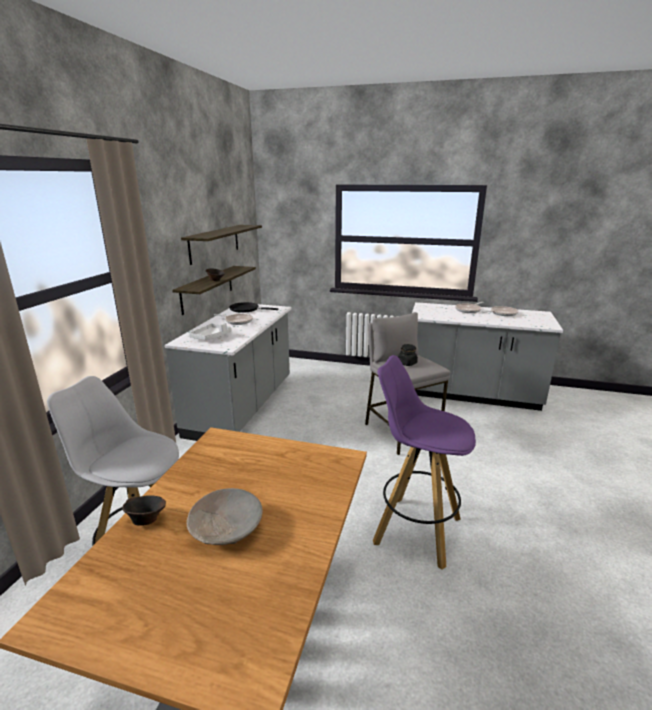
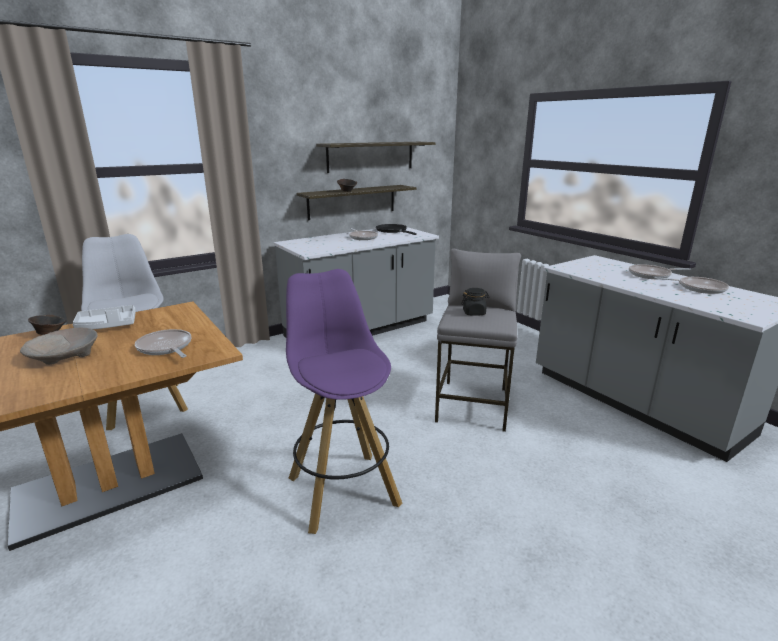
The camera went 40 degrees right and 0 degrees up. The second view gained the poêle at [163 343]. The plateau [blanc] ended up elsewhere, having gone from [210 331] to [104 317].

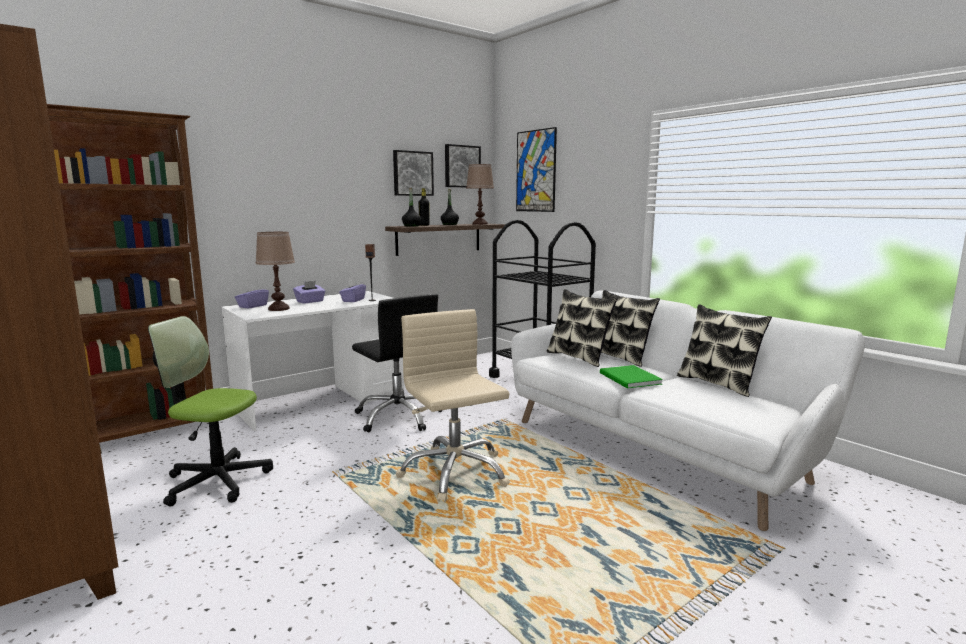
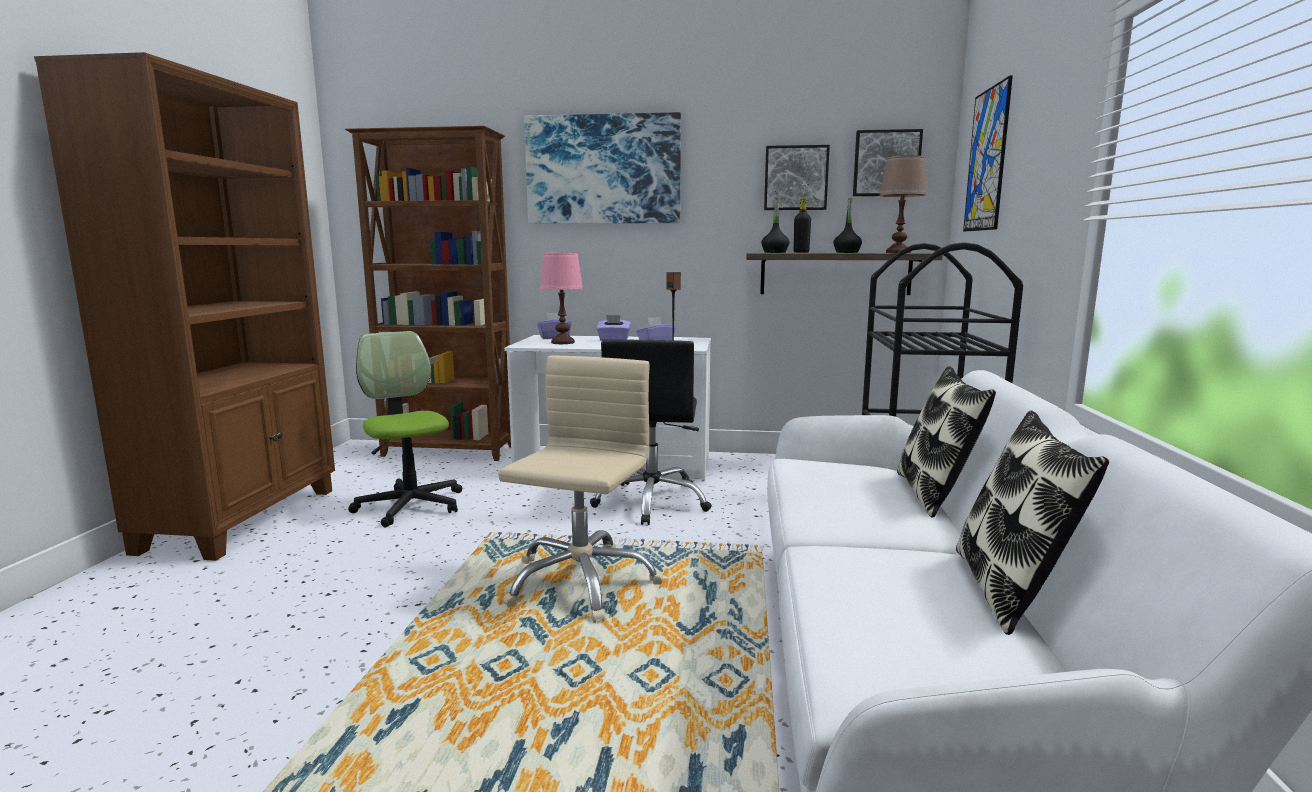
The camera went 45 degrees right and 0 degrees up. The second view lost the coussin at [582 328]. The second view lost the livre [vert] at [631 377]. The second view gained the tableau at [602 168]. What was the lampe de table [marron] at [275 271] turned into the lampe de table [rose] at [561 298].

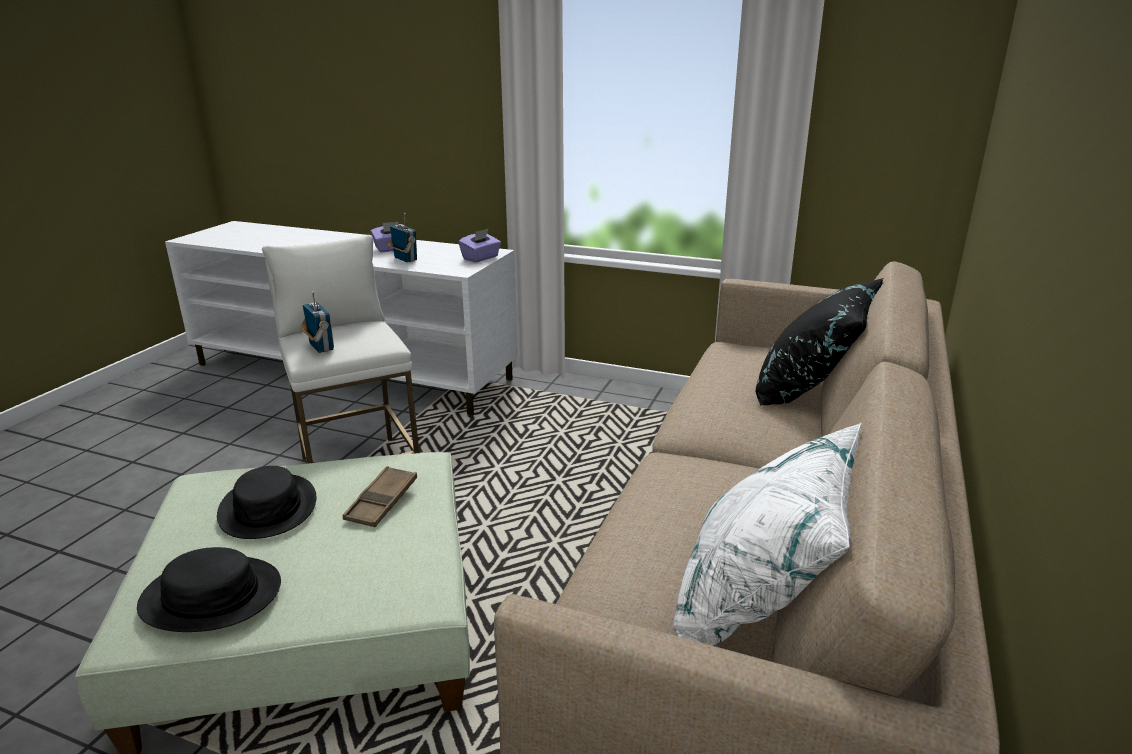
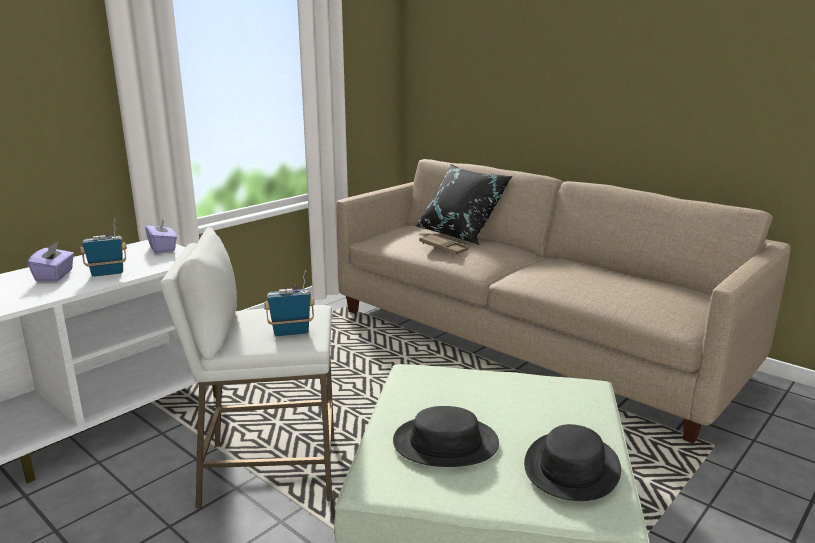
The camera went 70 degrees left and 5 degrees down. The second view lost the coussin [blanc] at [767 534]. The plateau [marron] ended up elsewhere, having gone from [380 496] to [444 244].

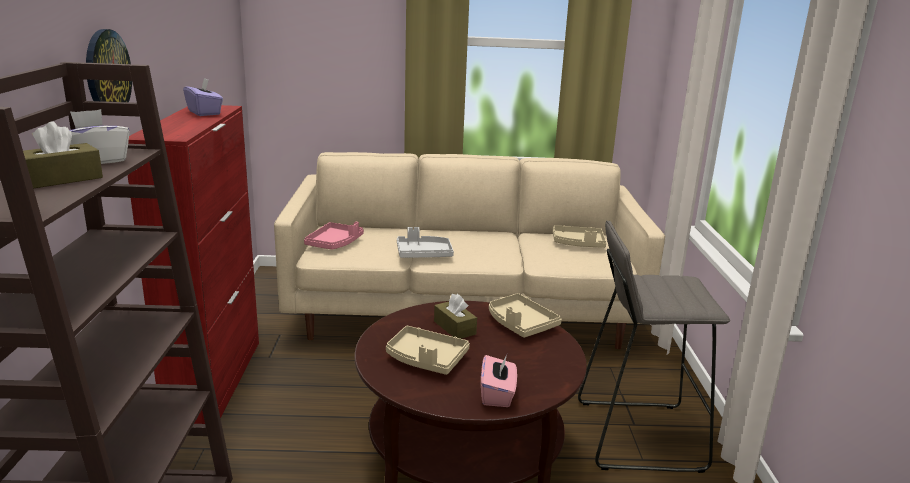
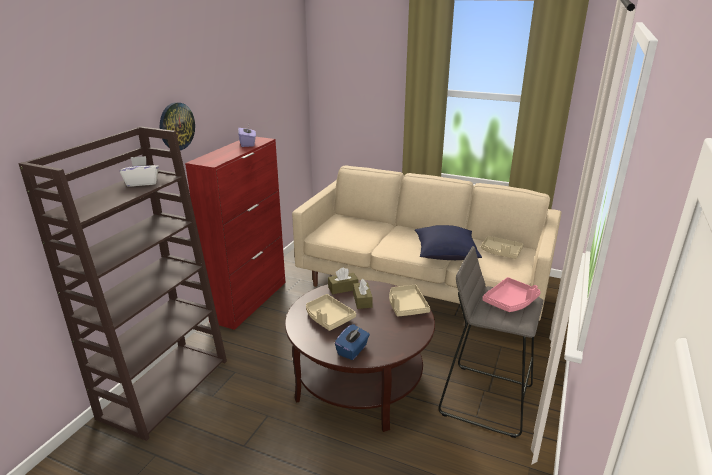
The camera went 25 degrees right and 5 degrees up. The second view lost the plateau [gris] at [425 242]. The second view gained the coussin [bleu] at [448 242]. The boîte à mouchoirs [marron] ended up elsewhere, having gone from [63 155] to [343 280]. The plateau [rose] ended up elsewhere, having gone from [334 235] to [511 294]. What was the boîte à mouchoirs [rose] at [499 380] turned into the boîte à mouchoirs [bleu] at [352 342].

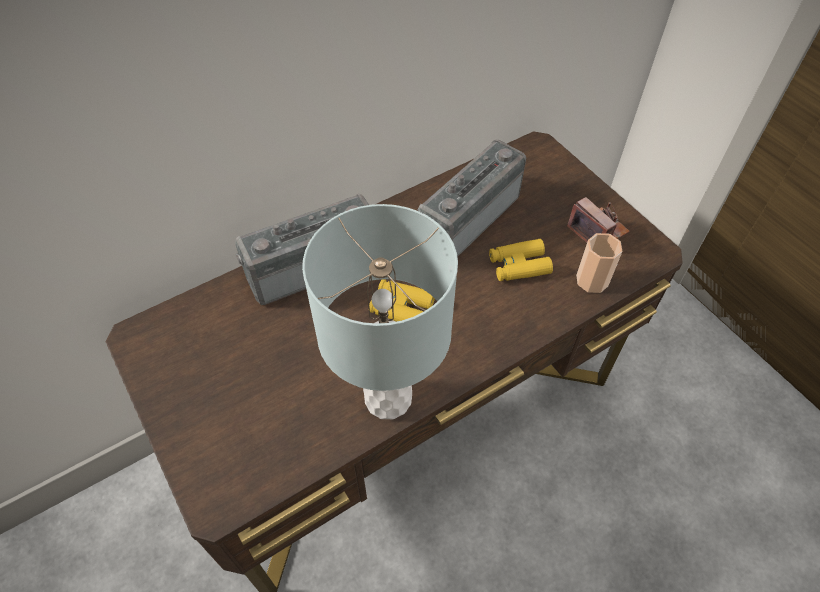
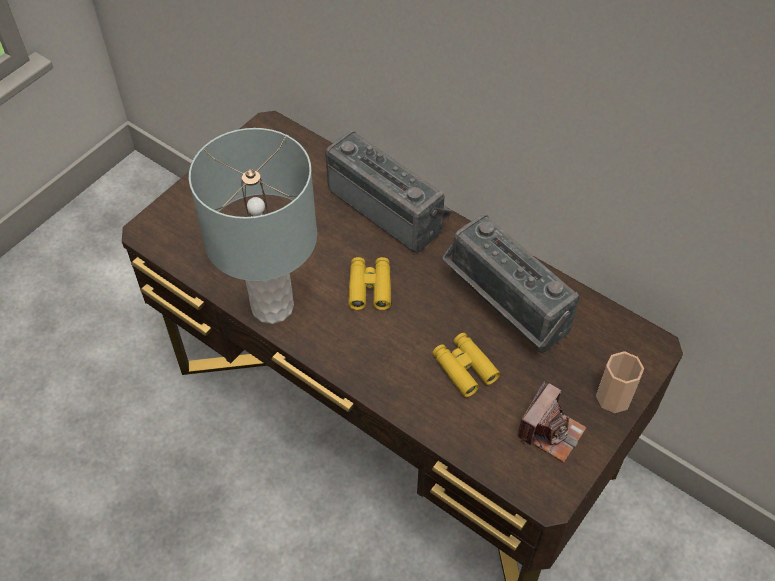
The camera went 70 degrees right and 0 degrees up. The tasse ended up elsewhere, having gone from [599 263] to [620 382]. The radio at [472 198] ended up facing another way, 150 degrees counterclockwise from before.

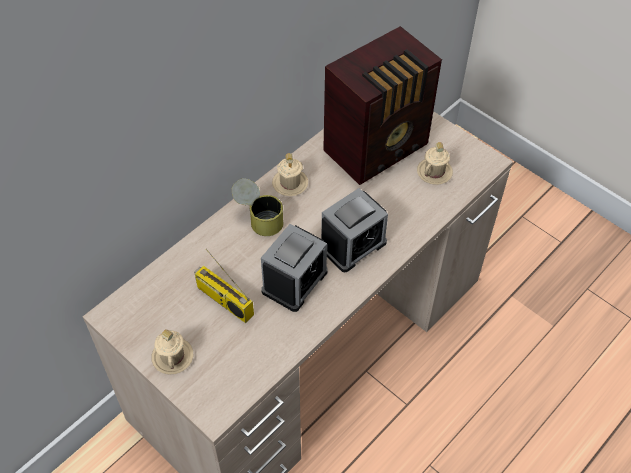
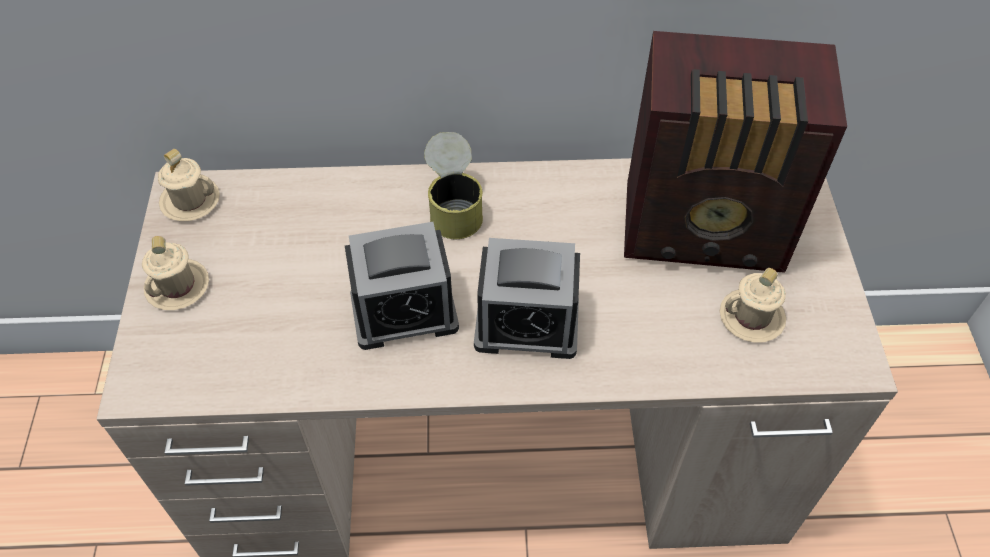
The camera went 45 degrees right and 0 degrees up. The second view lost the radio at [224 286]. The mug [beige] ended up elsewhere, having gone from [290 174] to [189 185].

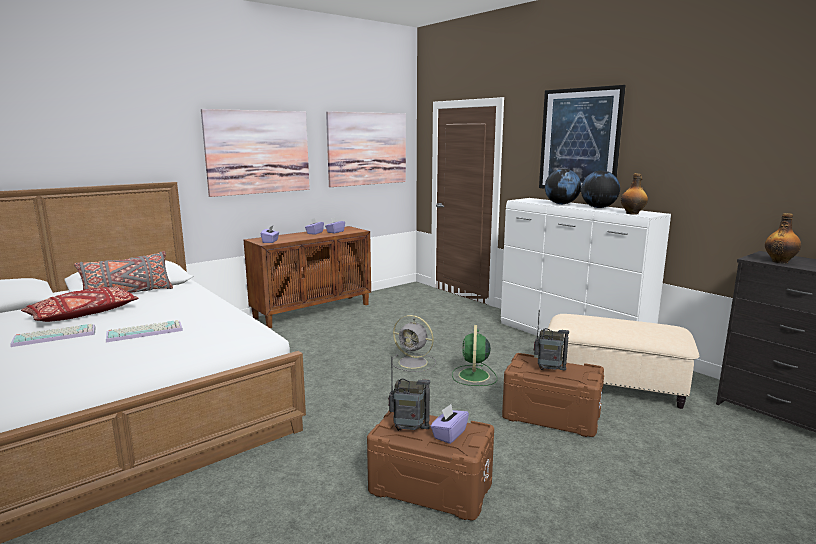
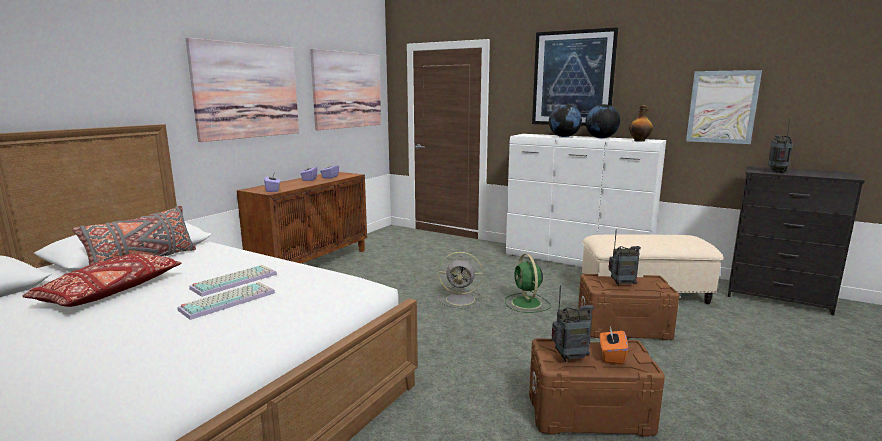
The camera went 20 degrees left and 0 degrees up. The second view gained the tableau at [724 107]. The clavier ended up elsewhere, having gone from [53 335] to [233 281]. Where the bouteille stood at [783 238], the radio came to stand at [780 146]. What was the boîte à mouchoirs [violet] at [449 424] turned into the boîte à mouchoirs [orange] at [614 345].

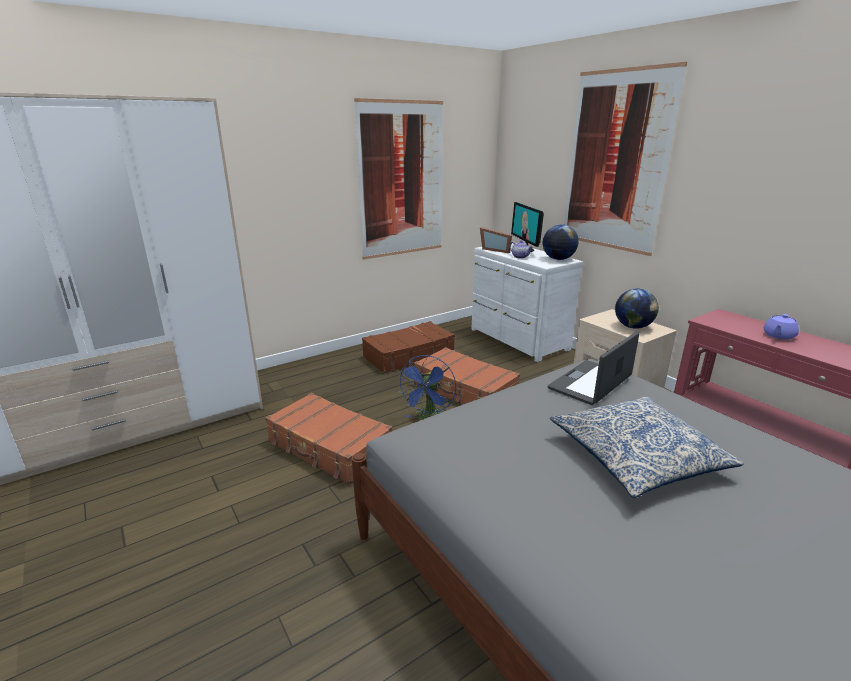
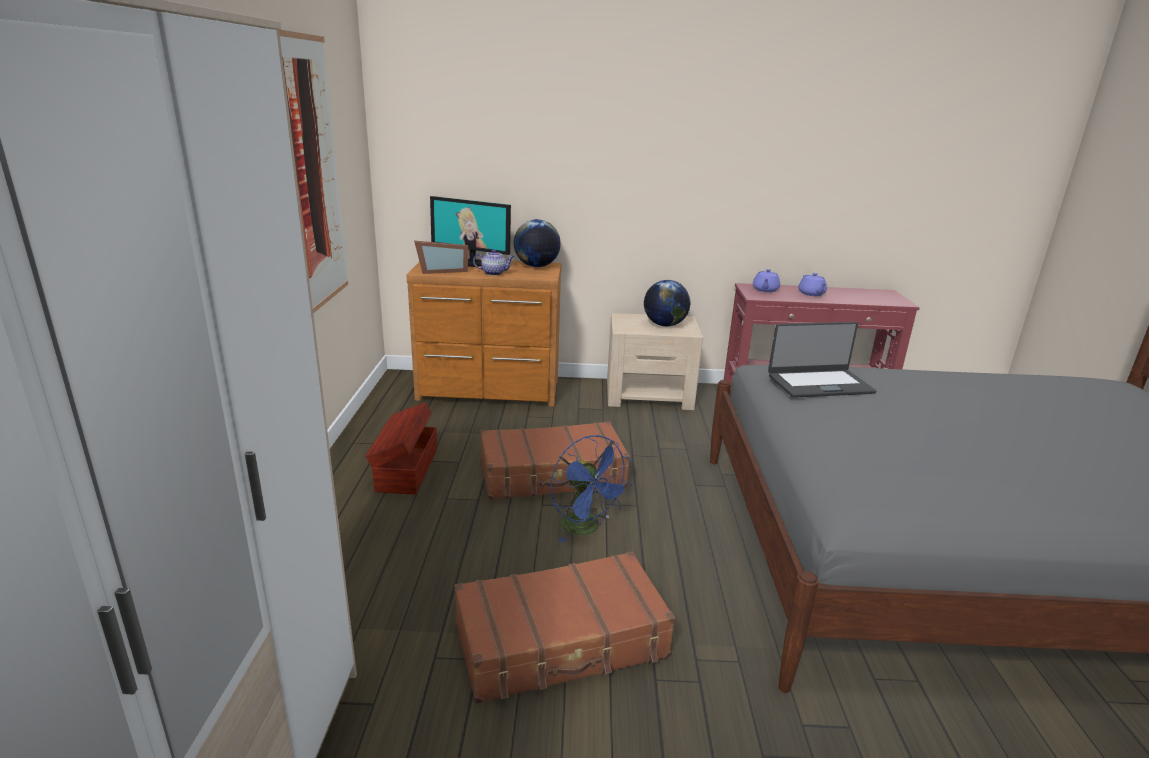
The camera went 55 degrees left and 0 degrees up. The second view lost the coussin at [647 447]. The second view lost the tableau at [625 159]. The second view gained the théière [violet] at [766 280]. Where the valise [marron] stood at [408 347], the boîte de rangement [marron] came to stand at [401 448]. What was the commode [blanc] at [527 302] turned into the commode [marron] at [484 332]. The ordinateur portable at [594 368] ended up facing another way, 90 degrees counterclockwise from before.

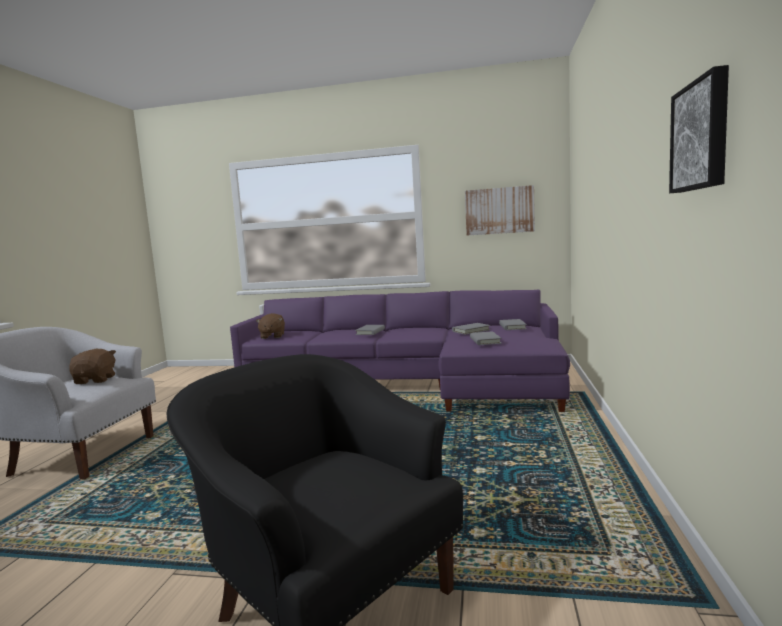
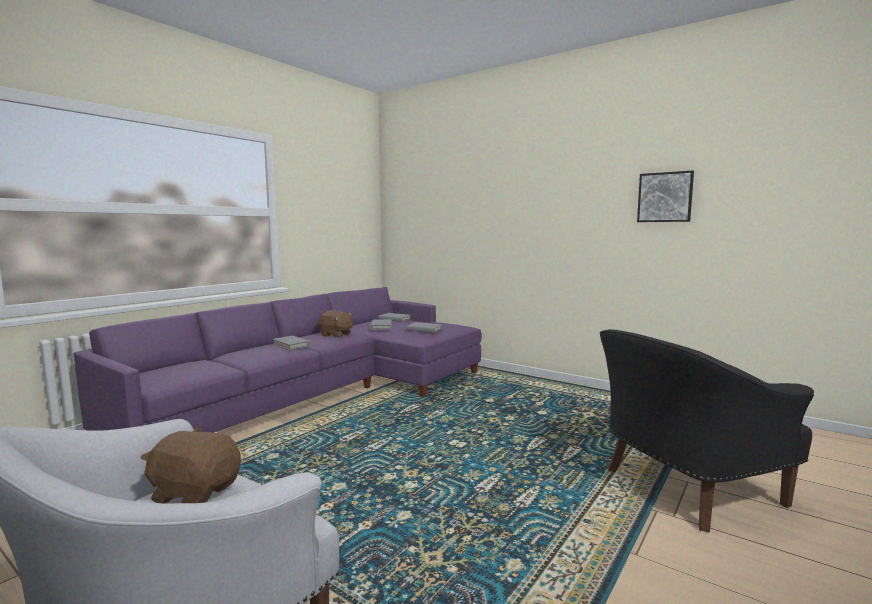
The camera went 65 degrees left and 0 degrees up. The second view lost the tableau at [500 210]. The peluche [marron] ended up elsewhere, having gone from [270 326] to [335 324].

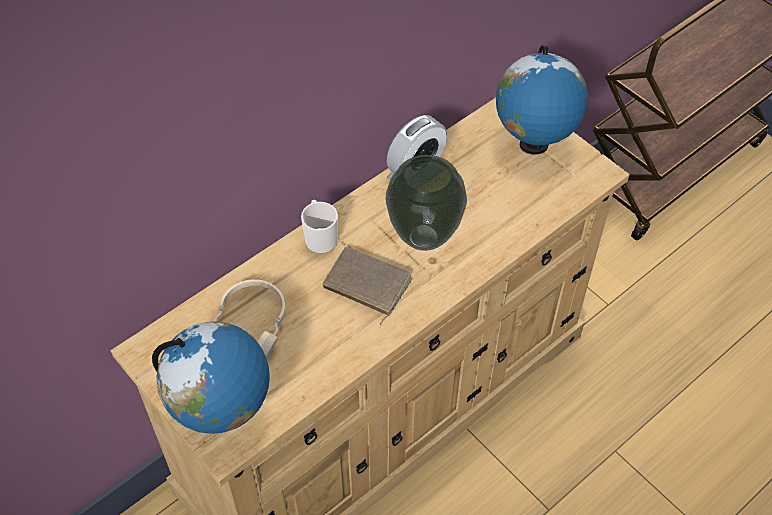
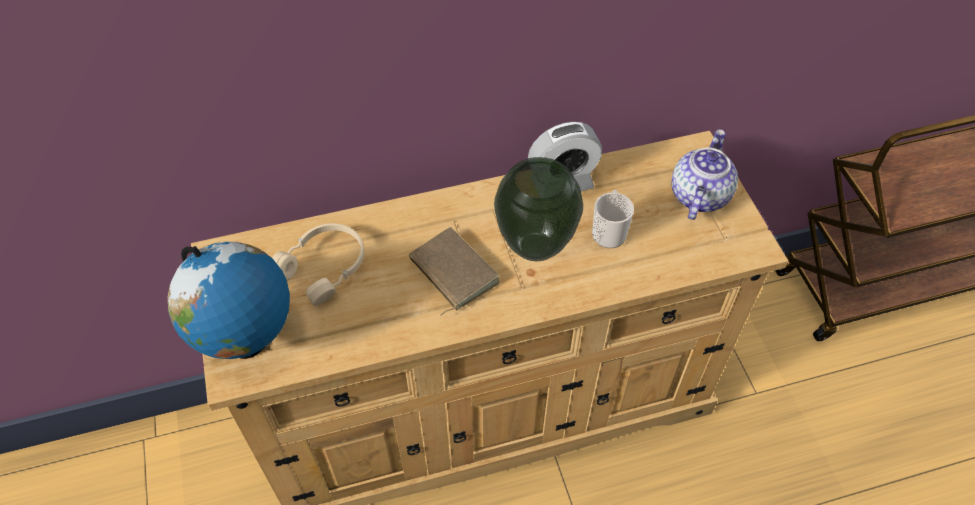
The camera went 25 degrees right and 0 degrees up. The mug ended up elsewhere, having gone from [319 227] to [613 219]. Where the globe stood at [542 99], the théière came to stand at [704 174].

